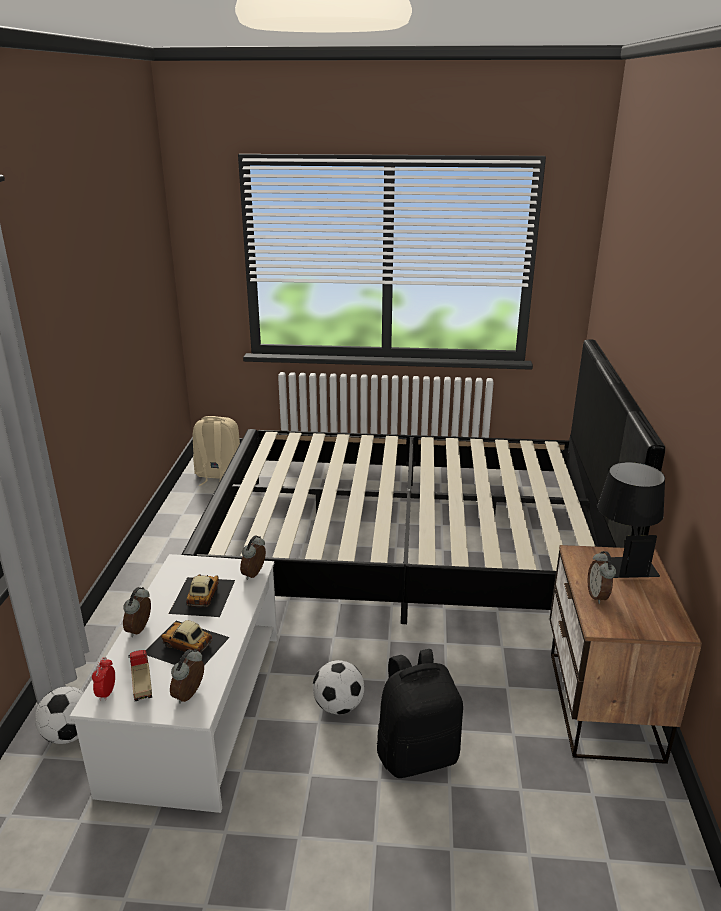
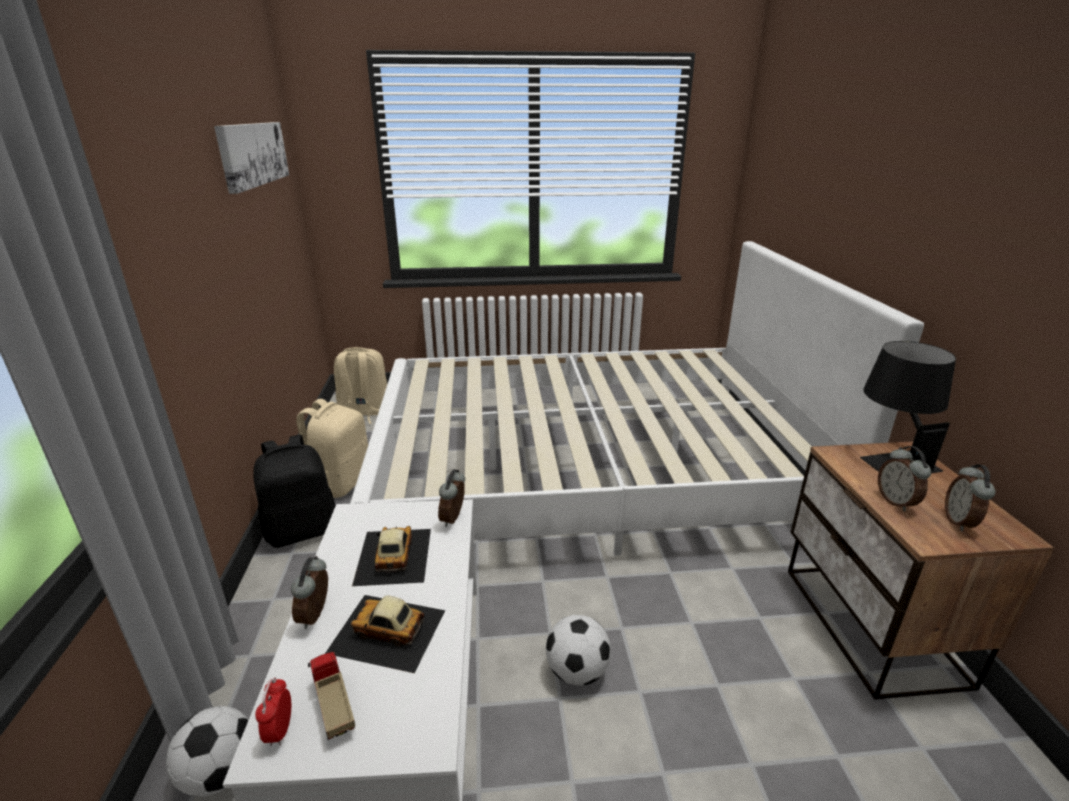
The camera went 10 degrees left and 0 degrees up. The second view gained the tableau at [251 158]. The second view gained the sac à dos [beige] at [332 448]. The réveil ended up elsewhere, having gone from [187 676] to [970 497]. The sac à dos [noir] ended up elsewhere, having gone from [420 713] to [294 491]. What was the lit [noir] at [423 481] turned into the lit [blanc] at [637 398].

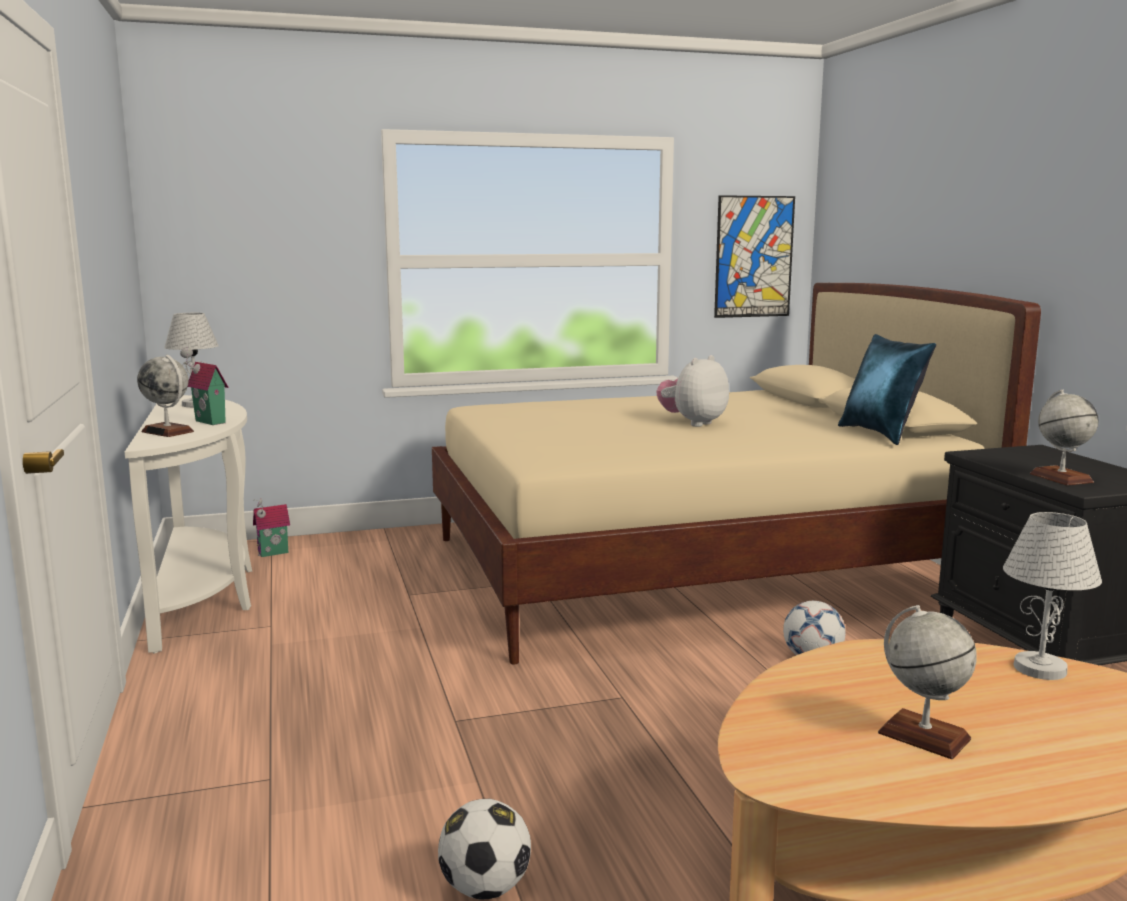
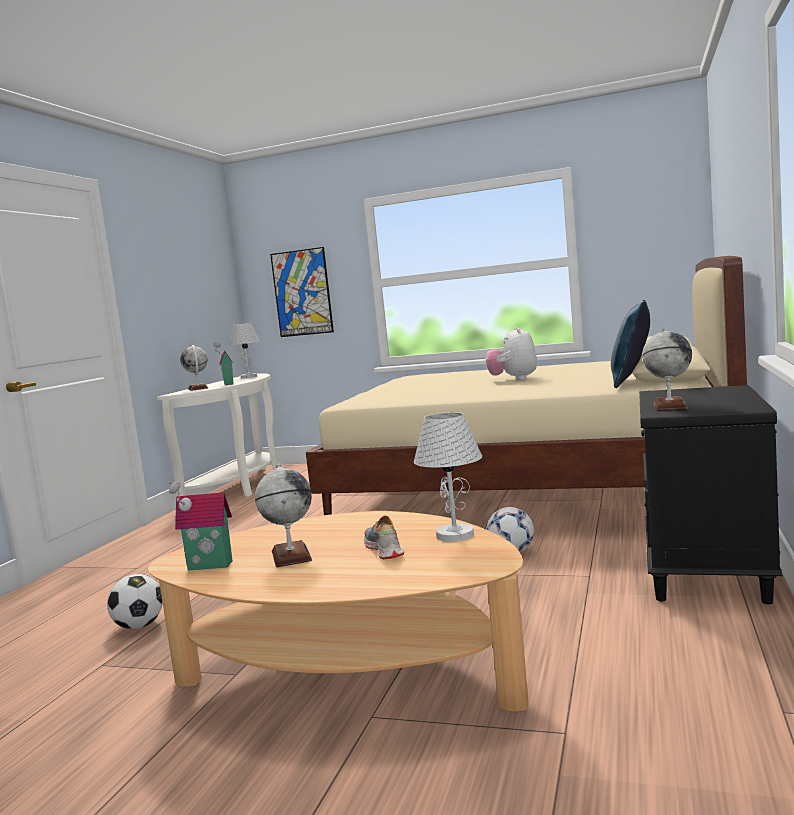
The camera went 35 degrees right and 5 degrees down. The second view gained the chaussure at [384 537]. The maison miniature ended up elsewhere, having gone from [271 527] to [200 525]. The tableau ended up elsewhere, having gone from [754 256] to [302 292]. The peluche at [693 391] ended up facing another way, 75 degrees counterclockwise from before.

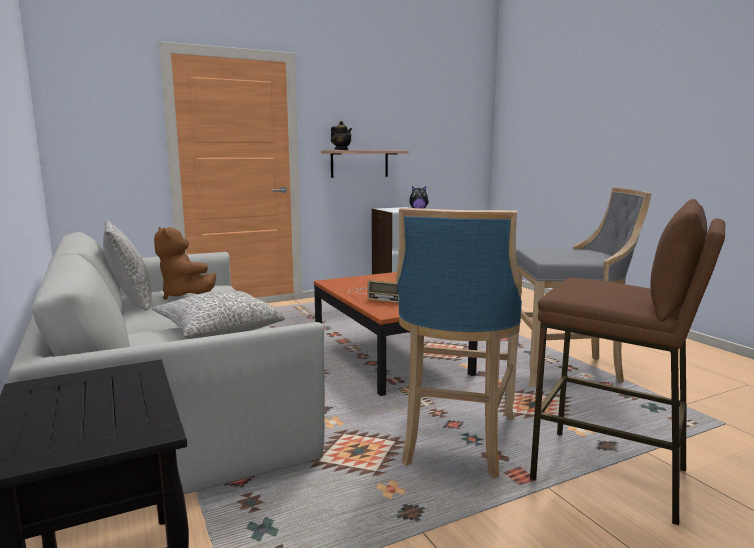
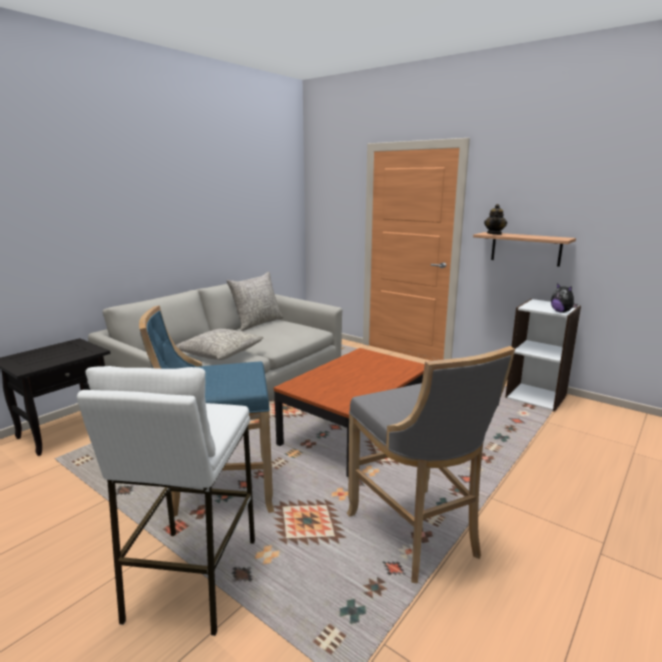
The camera went 65 degrees right and 5 degrees up. The second view lost the peluche [marron] at [185 263]. The second view lost the radio at [373 290]. What was the tabouret [marron] at [627 362] turned into the tabouret [blanc] at [166 501].

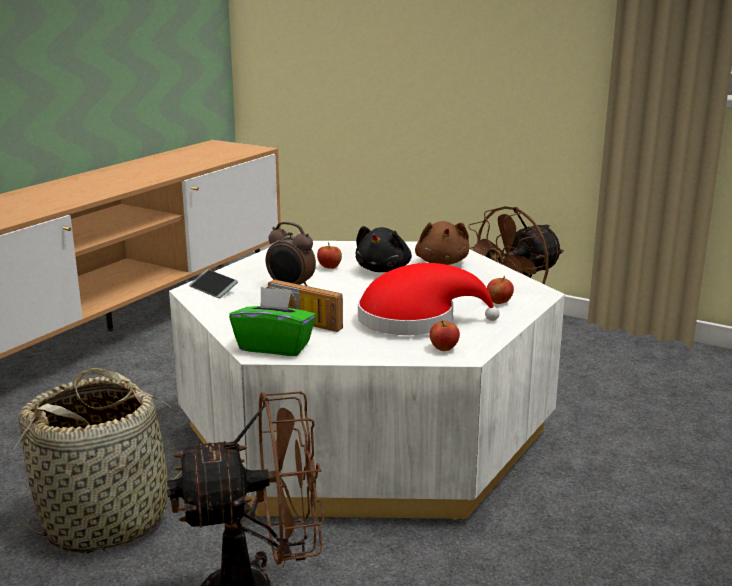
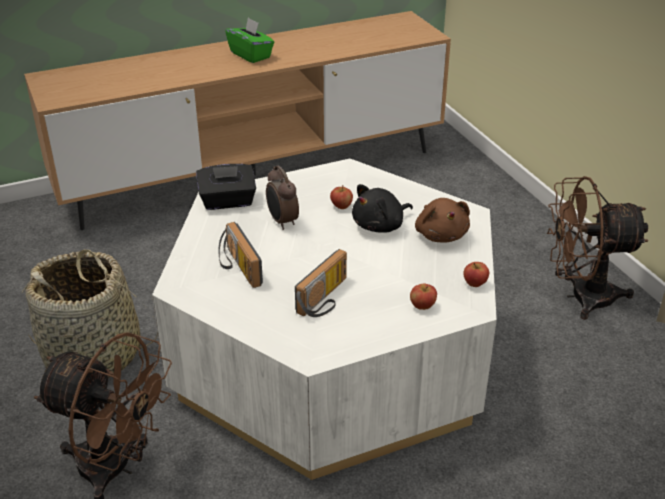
The camera went 35 degrees right and 15 degrees up. The boîte à mouchoirs [vert] ended up elsewhere, having gone from [272 321] to [249 40]. The pomme ended up elsewhere, having gone from [445 335] to [476 274]. Where the téléphone stood at [213 283], the boîte à mouchoirs [noir] came to stand at [226 187]. Where the chapeau [rouge] stood at [429 299], the radio came to stand at [321 283]. The peluche [marron] at [442 243] ended up facing another way, 45 degrees counterclockwise from before.

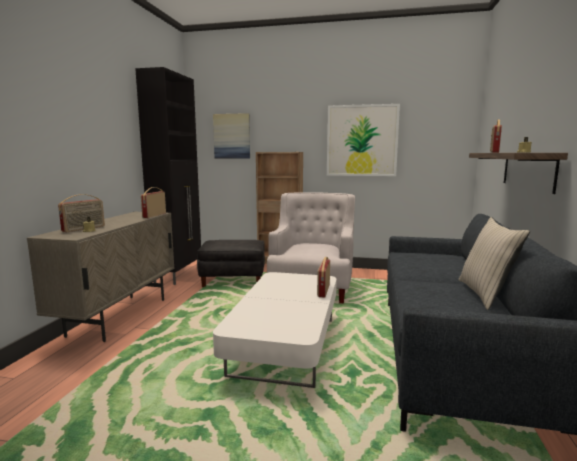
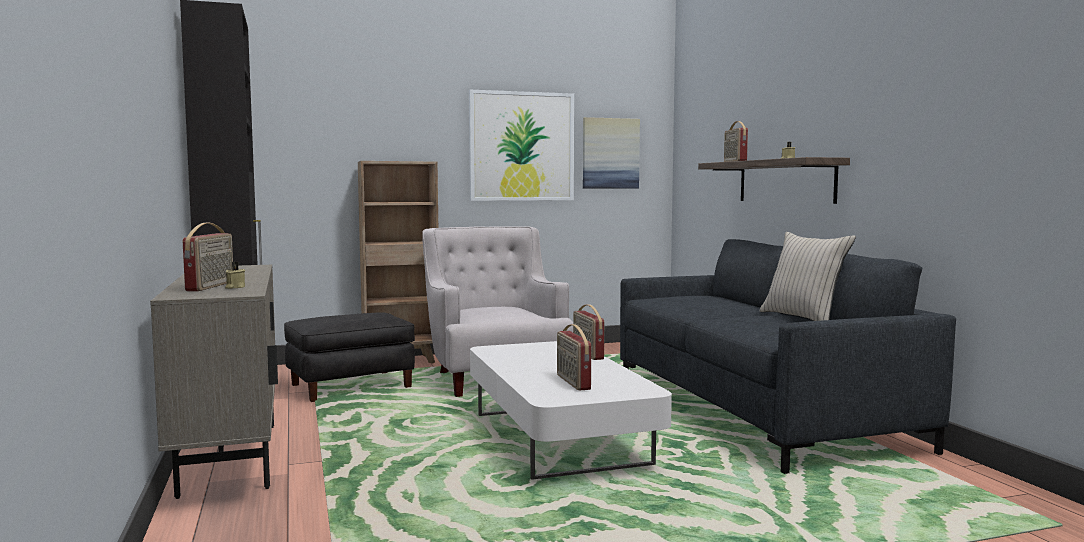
The camera went 30 degrees left and 5 degrees down. The radio ended up elsewhere, having gone from [153 202] to [574 357]. The tableau ended up elsewhere, having gone from [231 136] to [611 152].

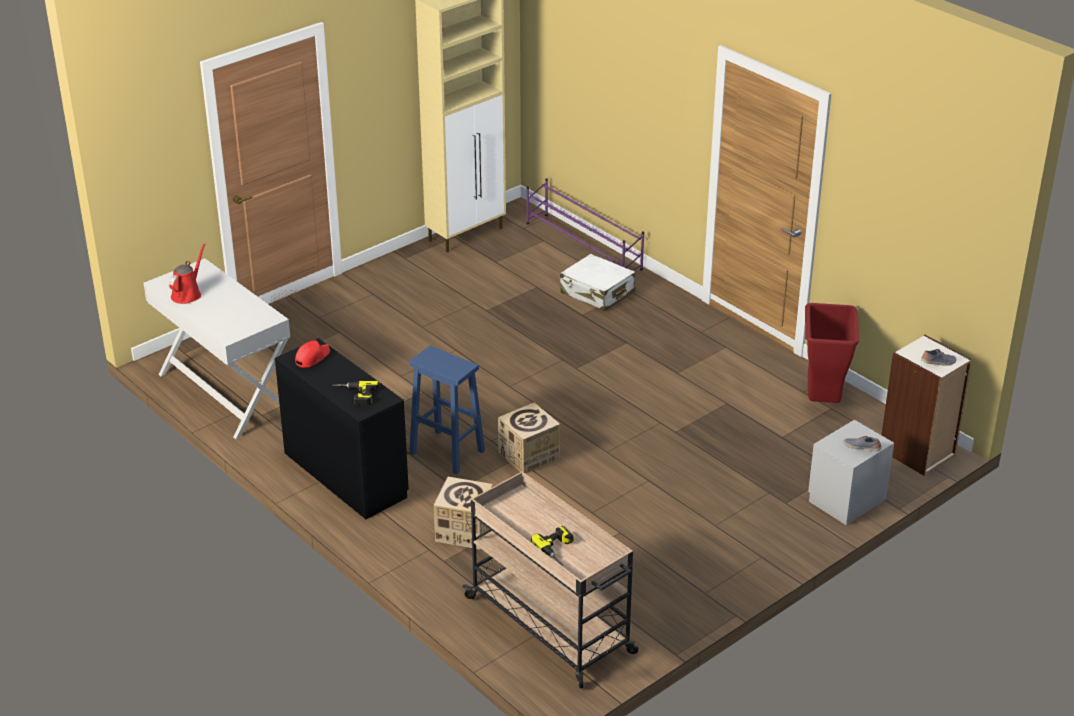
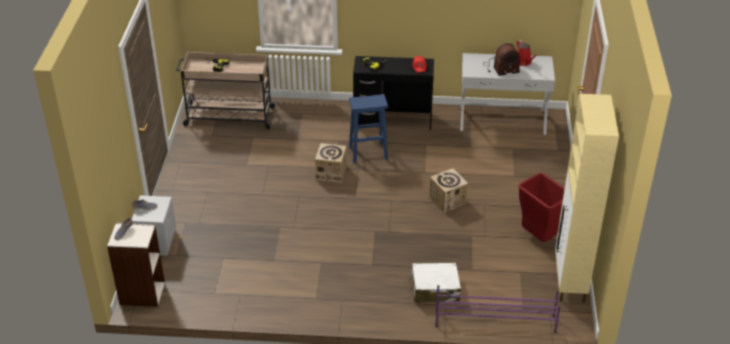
The camera went 135 degrees right and 5 degrees up. The second view gained the radio at [502 59]. The carton ended up elsewhere, having gone from [463 513] to [448 190]. The poubelle [rouge] ended up elsewhere, having gone from [832 353] to [541 207].

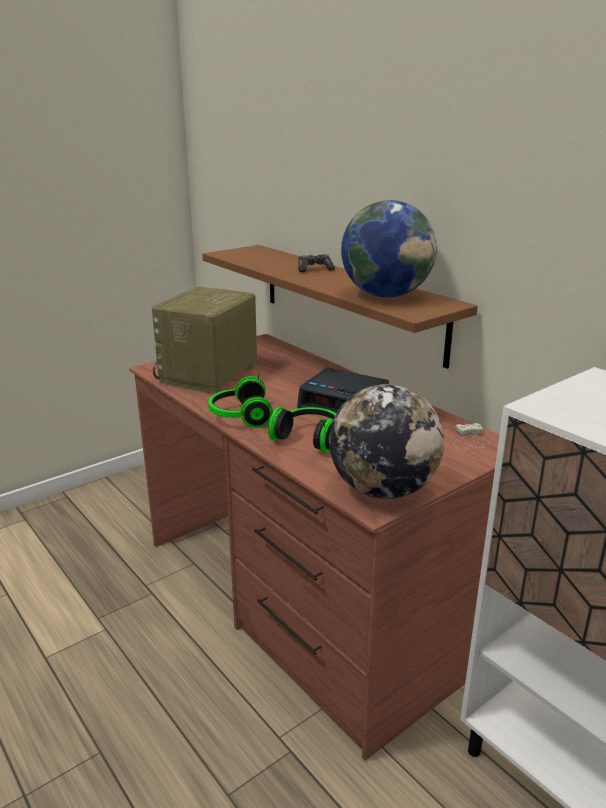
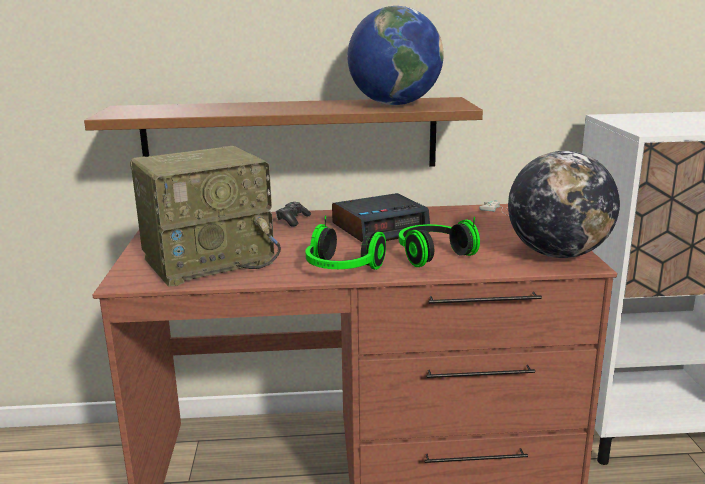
The camera went 55 degrees left and 5 degrees down. The manette ended up elsewhere, having gone from [316 263] to [293 214]. The radio at [204 340] ended up facing another way, 90 degrees counterclockwise from before.

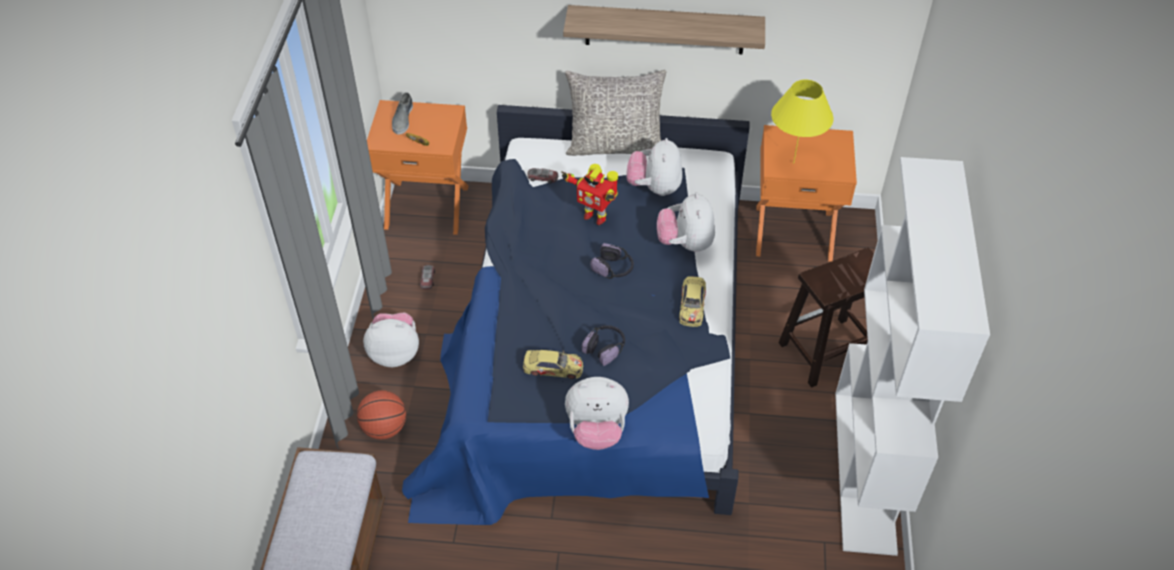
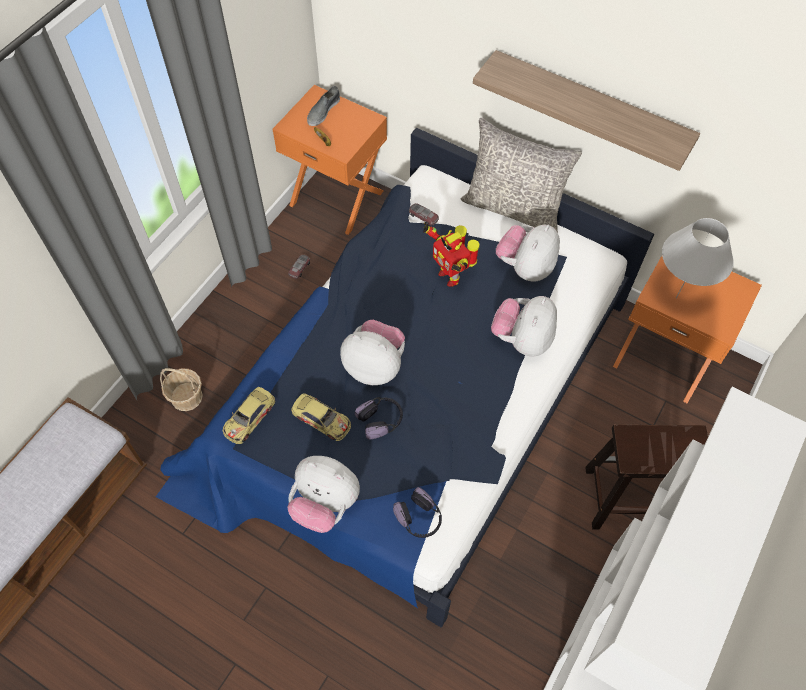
The camera went 25 degrees right and 10 degrees up. The peluche ended up elsewhere, having gone from [391 339] to [372 352]. The casque audio ended up elsewhere, having gone from [612 261] to [417 512]. The petite voiture ended up elsewhere, having gone from [692 301] to [249 415]. Where the ballon de basket stood at [381 414], the panier came to stand at [181 389]. What was the lampe de table [jaune] at [802 121] turned into the lampe de table [blanc] at [698 258].

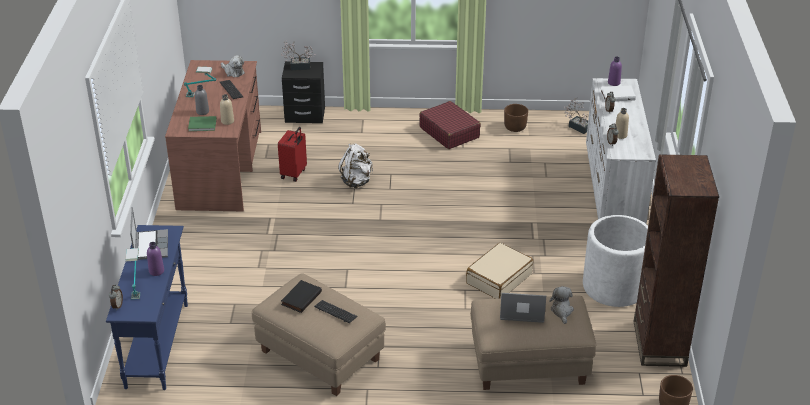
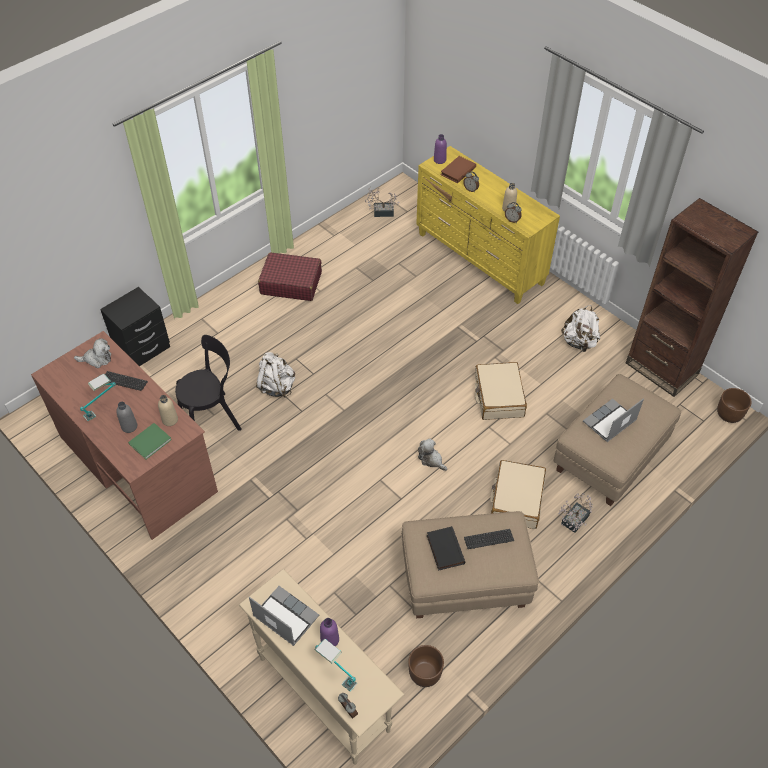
The camera went 45 degrees left and 15 degrees up. The second view gained the valise [beige] at [518 494]. The plante en pot ended up elsewhere, having gone from [298 55] to [575 513]. The cache-pot [marron] ended up elsewhere, having gone from [516 118] to [426 666]. The peluche ended up elsewhere, having gone from [561 305] to [432 455]. Where the valise [rouge] stood at [292 154], the chaise [noir] came to stand at [208 383]. Where the cache-pot [blanc] stood at [615 261], the sac à dos [blanc] came to stand at [580 328]. What was the table console [bleu] at [147 307] turned into the table console [beige] at [322 667]. What was the commode [blanc] at [621 150] turned into the commode [jaune] at [488 225]. What was the livre [blanc] at [618 94] turned into the livre [marron] at [458 169].

